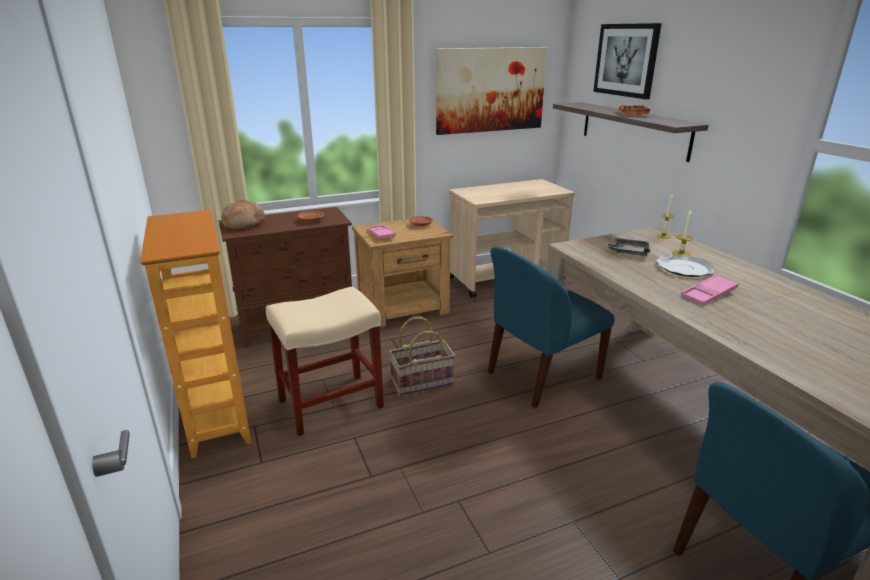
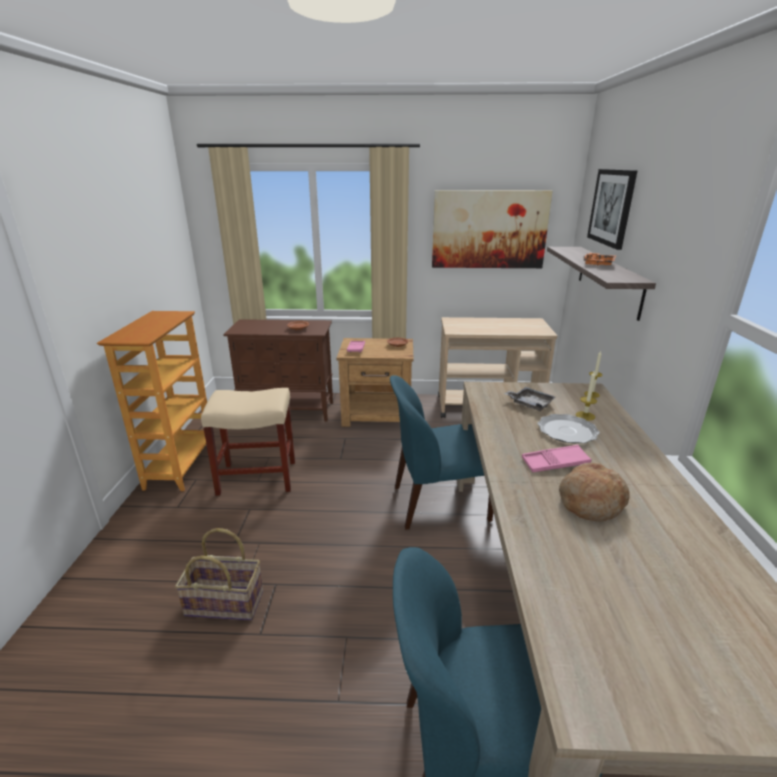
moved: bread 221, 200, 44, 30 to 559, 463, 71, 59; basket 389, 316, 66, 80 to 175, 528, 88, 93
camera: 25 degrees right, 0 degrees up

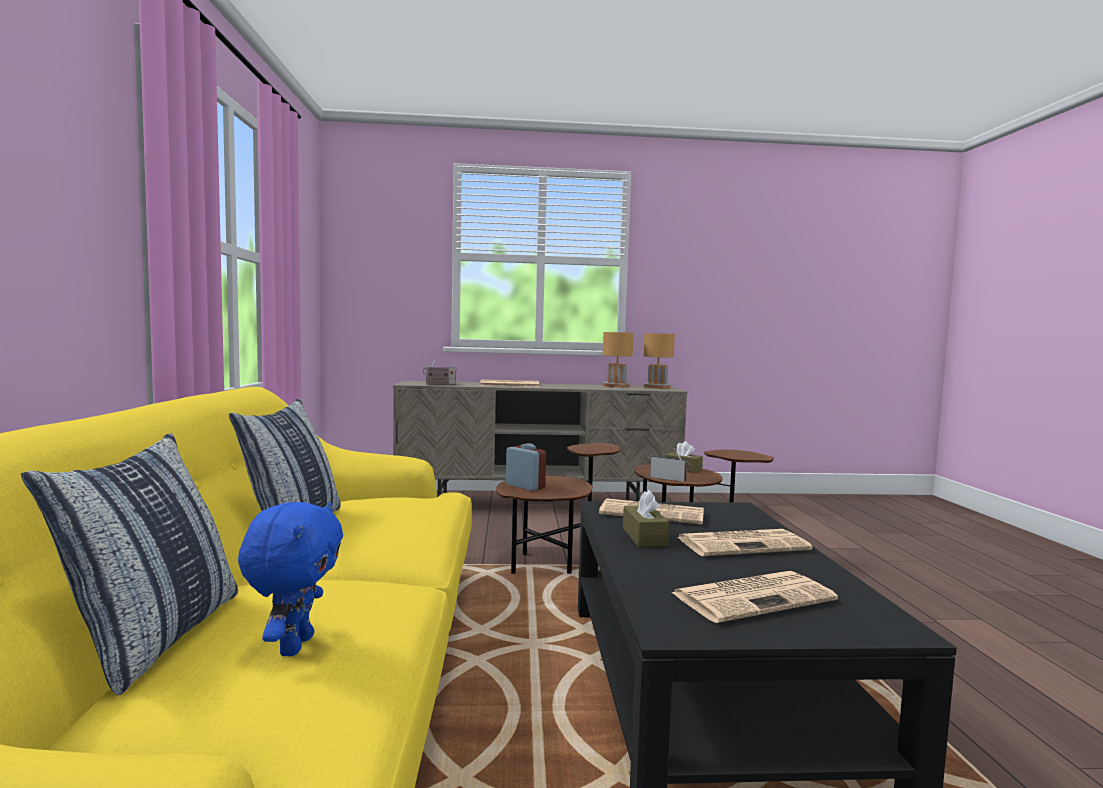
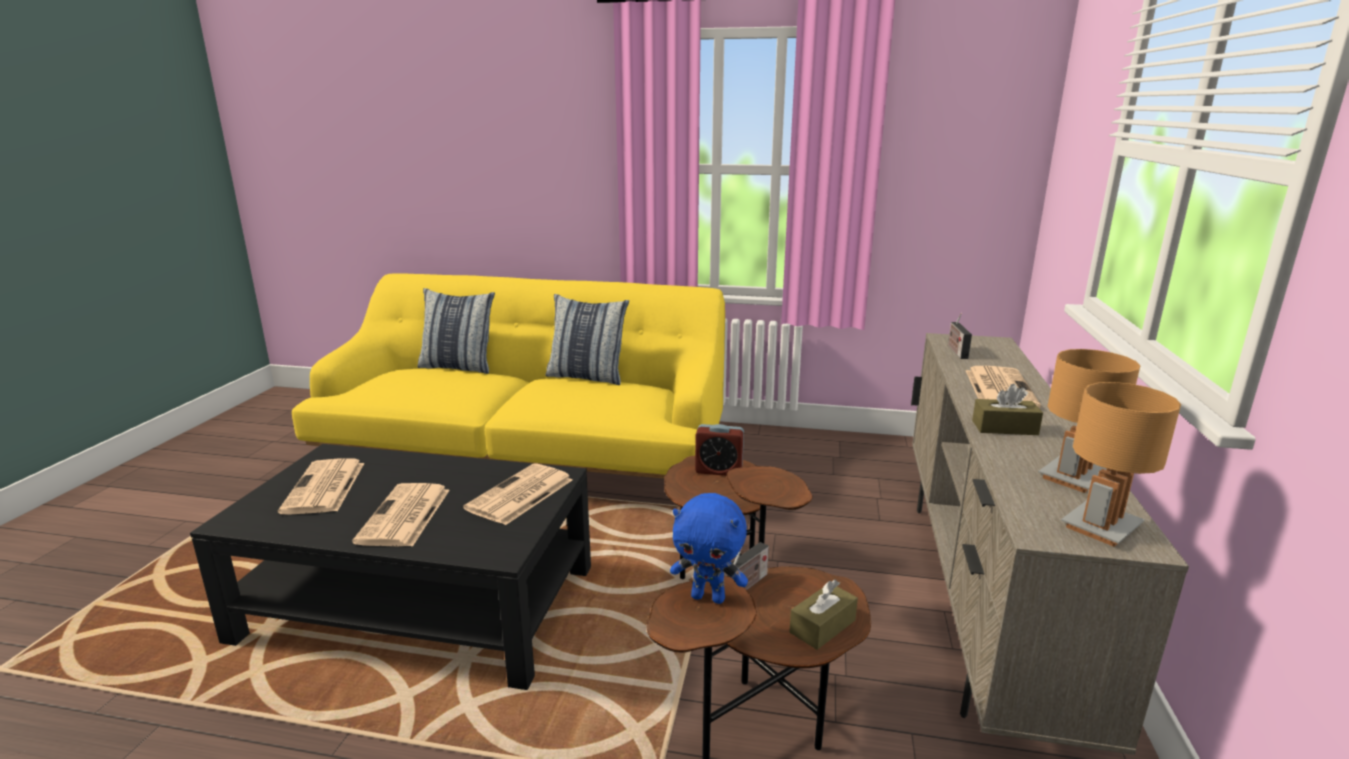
moved: tissue box (brown) 623, 490, 46, 57 to 972, 384, 71, 51; plush toy (blue) 238, 502, 105, 154 to 670, 493, 78, 111
turned: alarm clock 506, 443, 40, 48 = 695, 424, 49, 52 45 degrees clockwise
camera: 105 degrees right, 15 degrees up

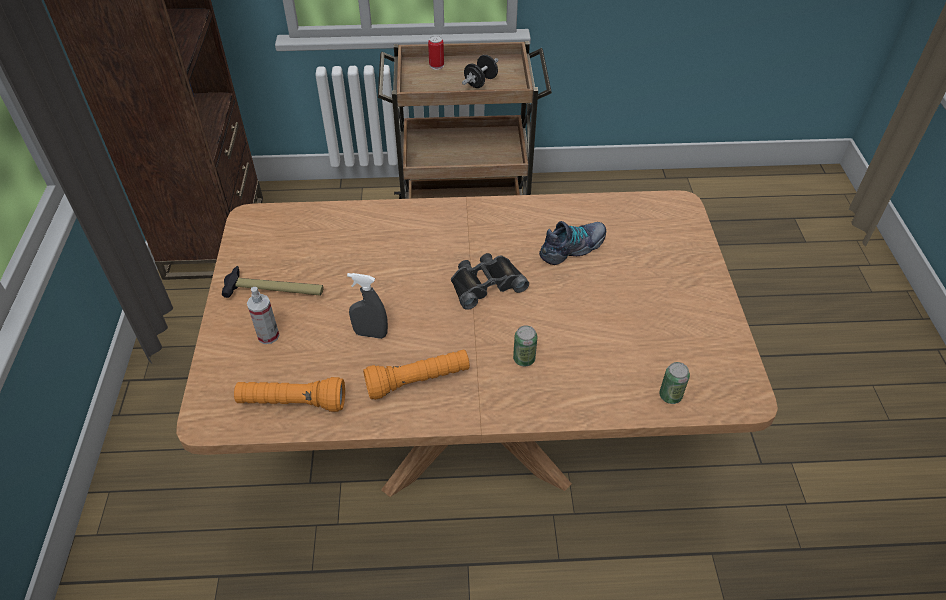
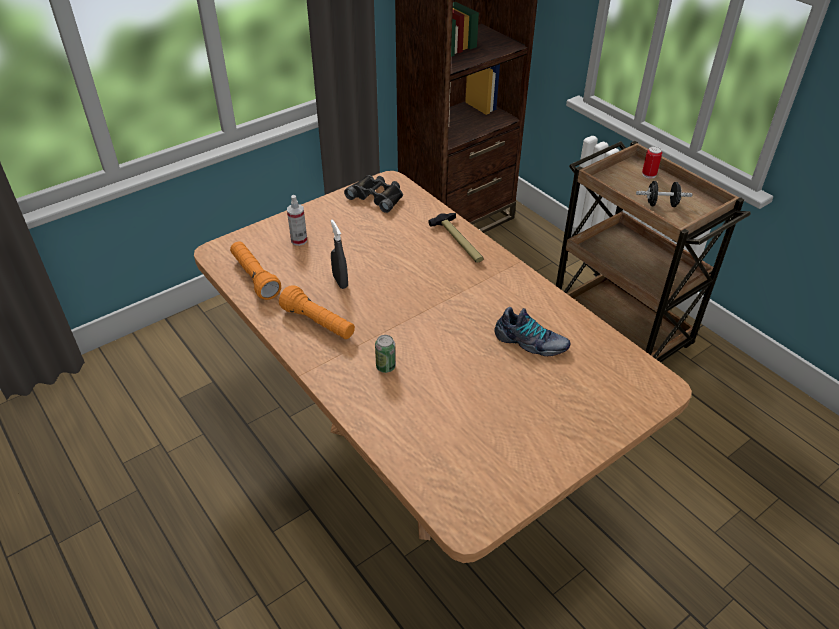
removed: can 659, 362, 31, 42
moved: binoculars (black) 451, 253, 78, 57 to 344, 175, 59, 38; hammer 222, 266, 102, 32 to 428, 213, 56, 50
camera: 55 degrees right, 5 degrees down

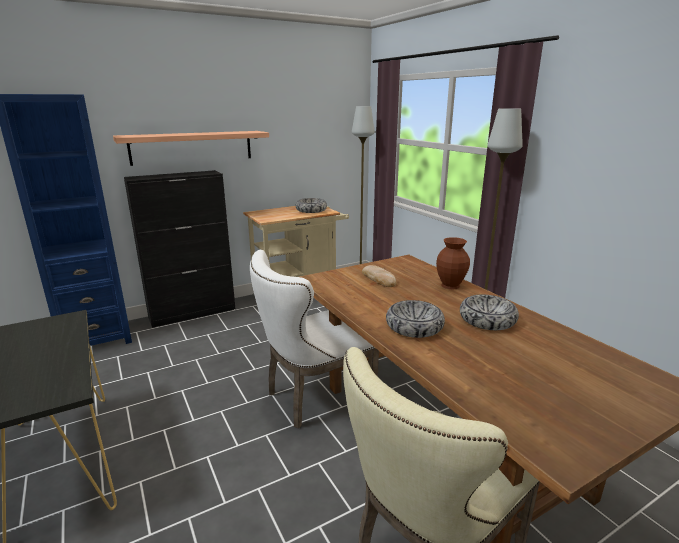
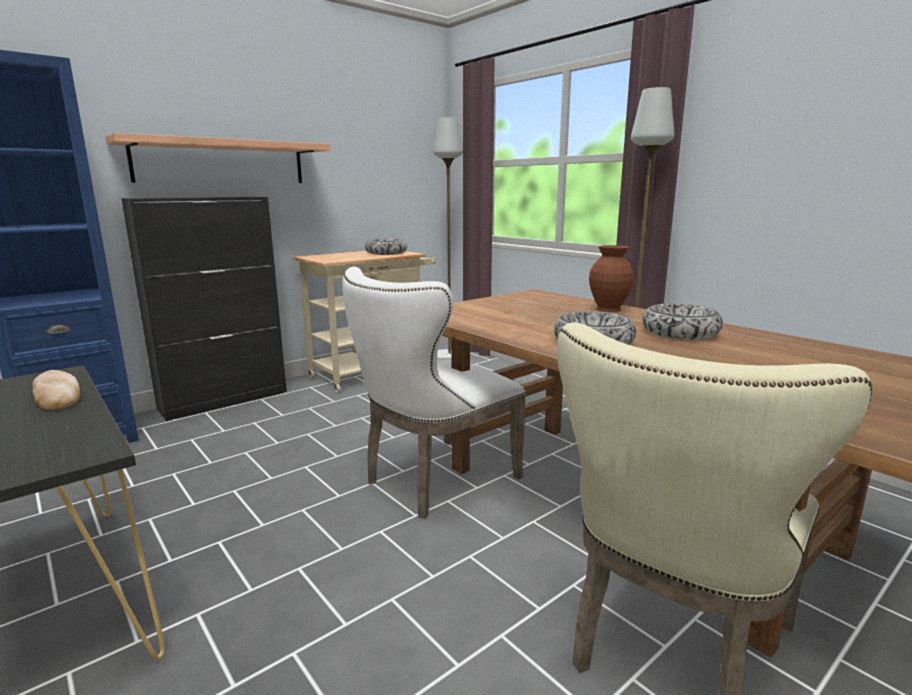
moved: bread 362, 265, 34, 22 to 32, 370, 48, 40
camera: 10 degrees left, 5 degrees down

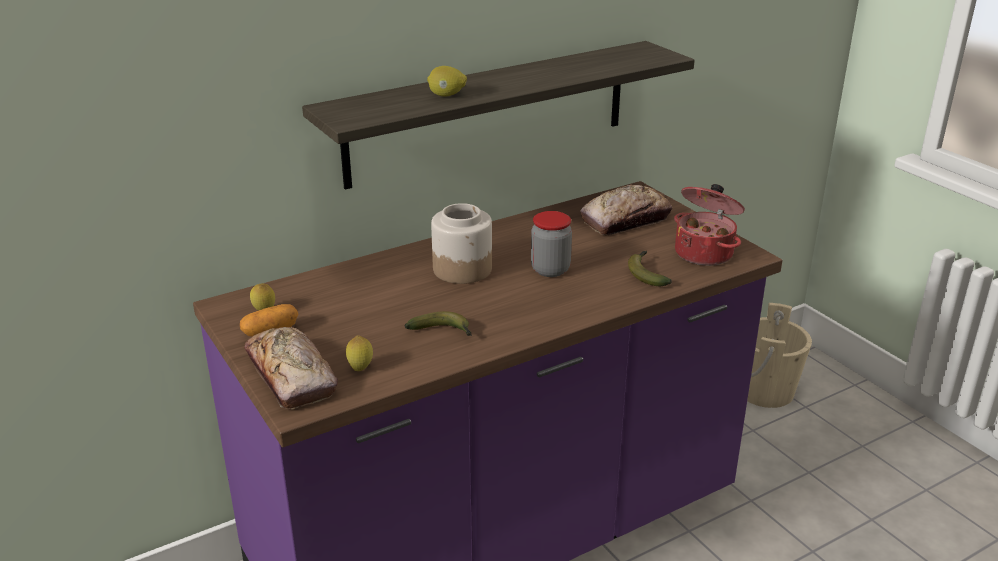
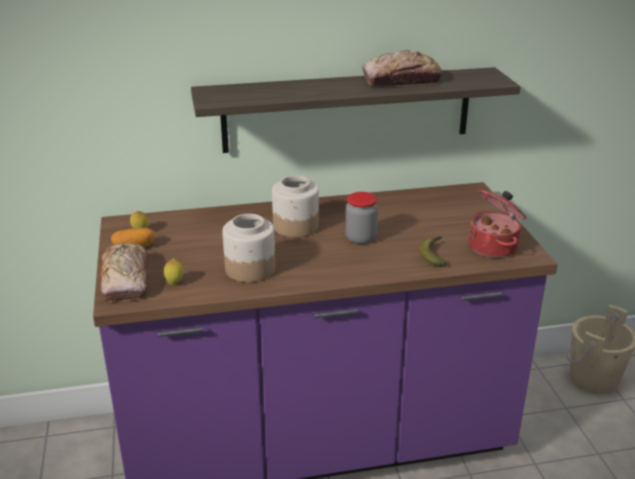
removed: lemon 427, 66, 40, 31
moved: bread 580, 185, 92, 50 to 362, 50, 80, 37
replaced: banana 404, 311, 68, 25 to jar 222, 214, 53, 69
camera: 20 degrees right, 0 degrees up

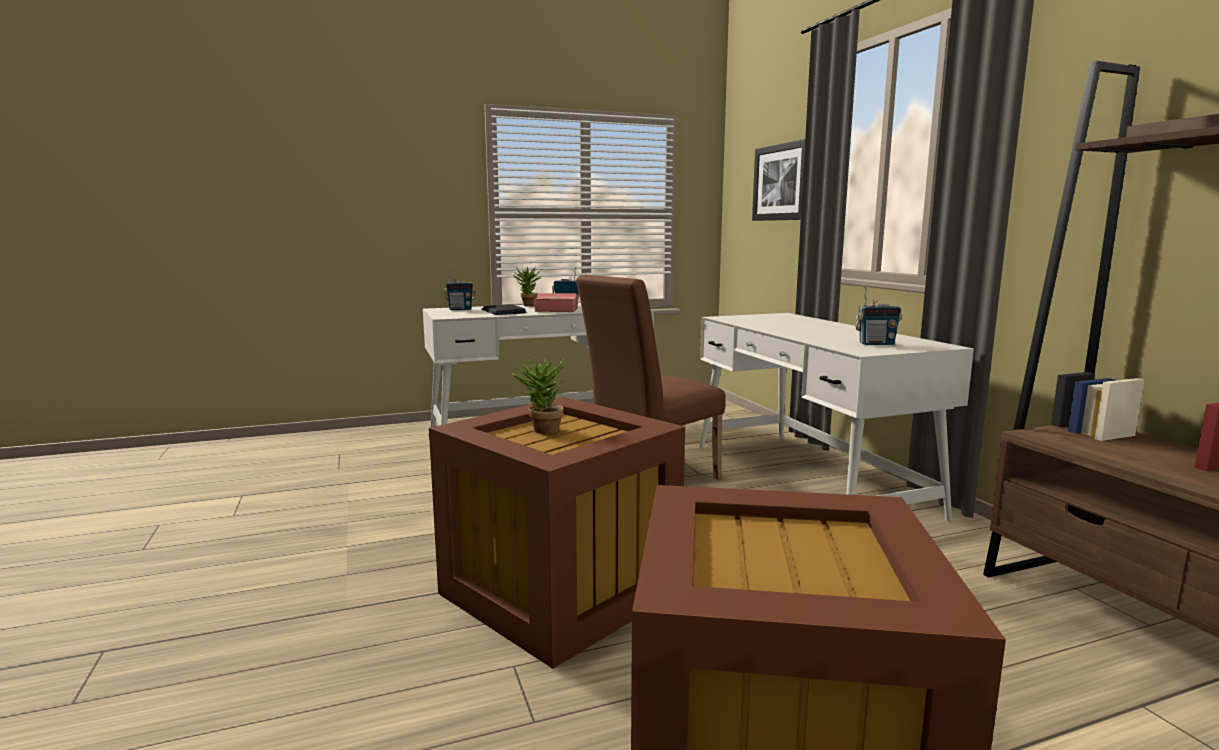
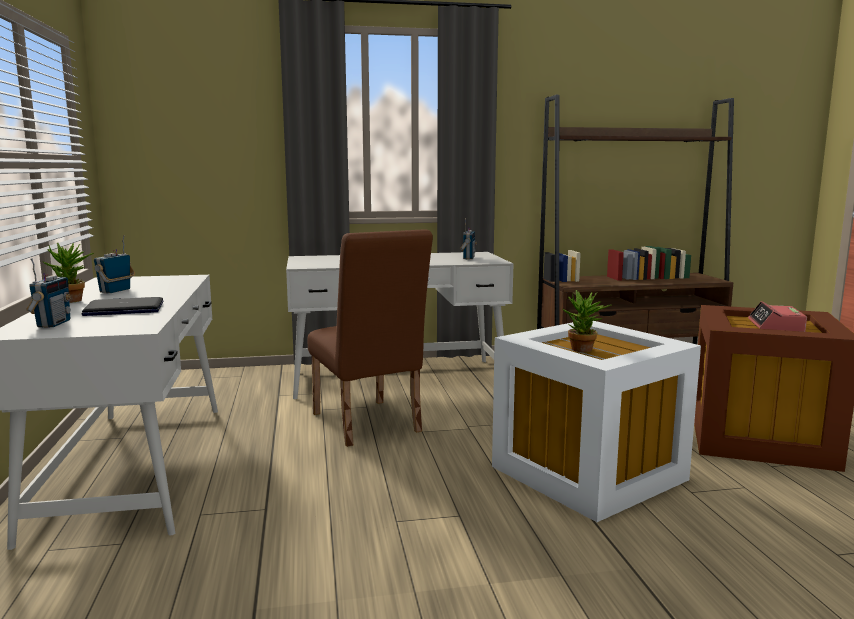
removed: picture 752, 139, 53, 82
moved: alarm clock 534, 293, 44, 19 to 748, 301, 59, 31
recoloured: storage box (brown) 429, 397, 256, 272 to storage box (white) 492, 321, 209, 201
camera: 80 degrees left, 0 degrees up

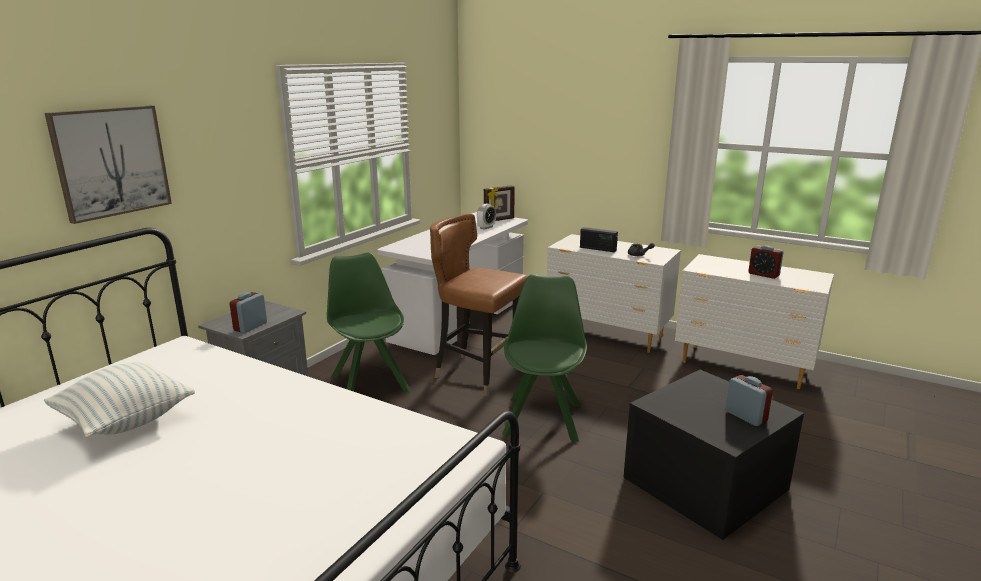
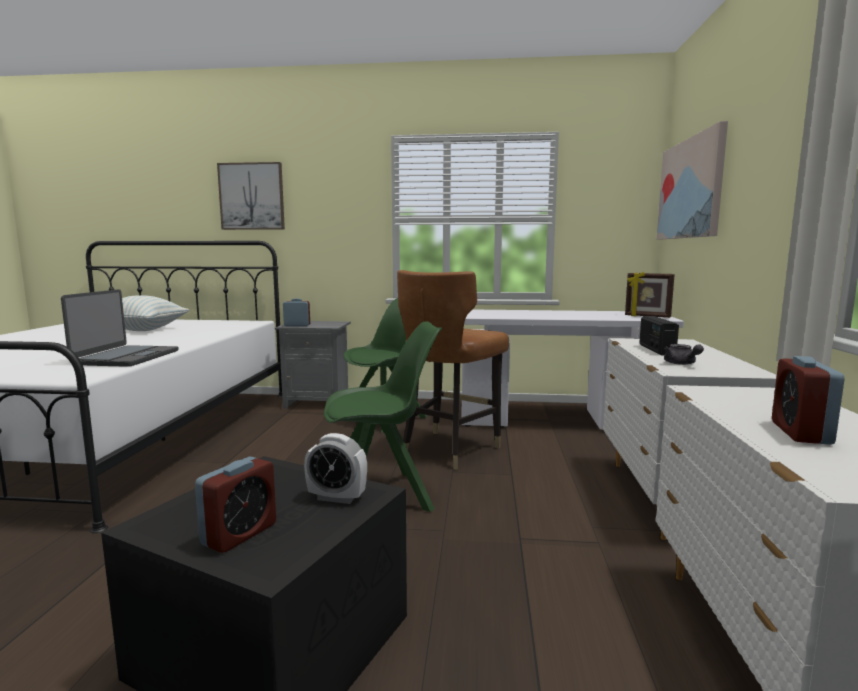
added: picture 657, 121, 71, 118; laptop 61, 289, 118, 78
moved: alarm clock 477, 203, 19, 27 to 304, 433, 63, 71
turned: chair (brown) 430, 214, 98, 182 = 397, 270, 112, 200 150 degrees counterclockwise
camera: 65 degrees right, 10 degrees down

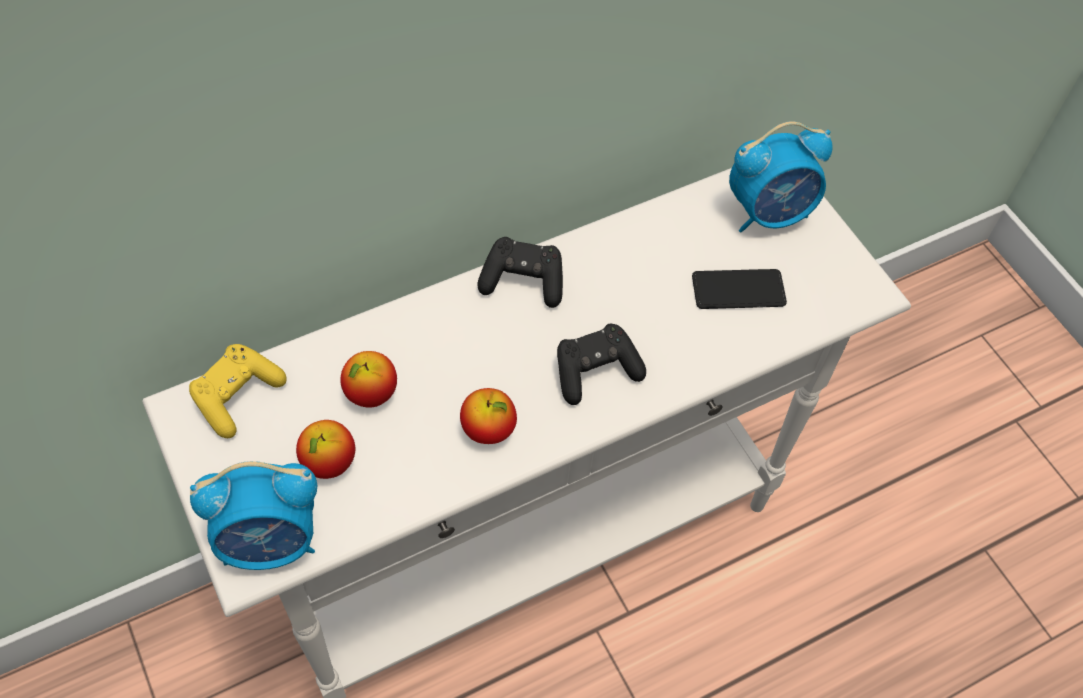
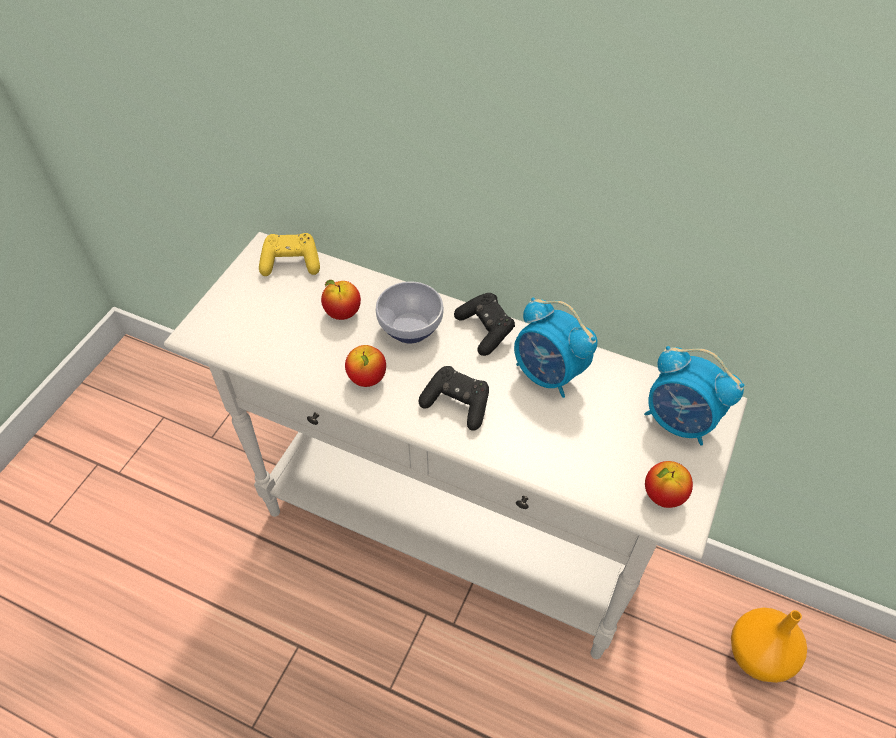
removed: phone 692, 269, 95, 40
added: bowl 376, 281, 68, 62; vase (orange) 731, 608, 76, 75
moved: apple 296, 420, 59, 59 to 645, 461, 48, 47; alarm clock 190, 461, 127, 109 to 514, 297, 84, 101
camera: 55 degrees right, 5 degrees down

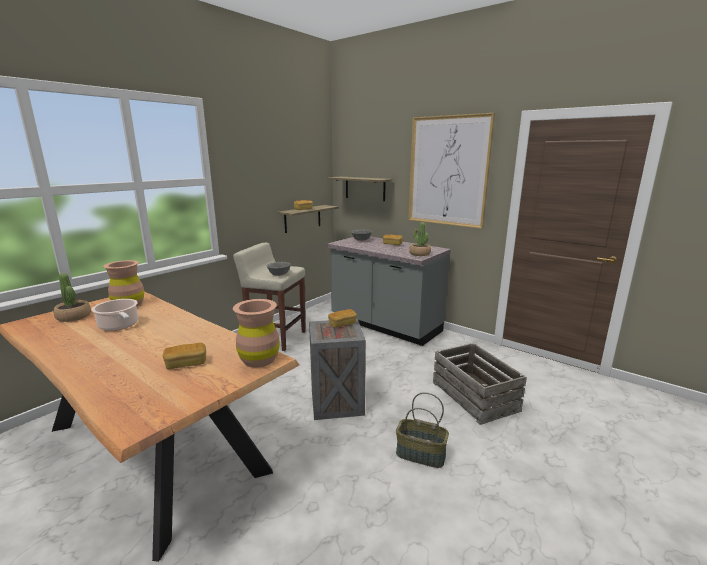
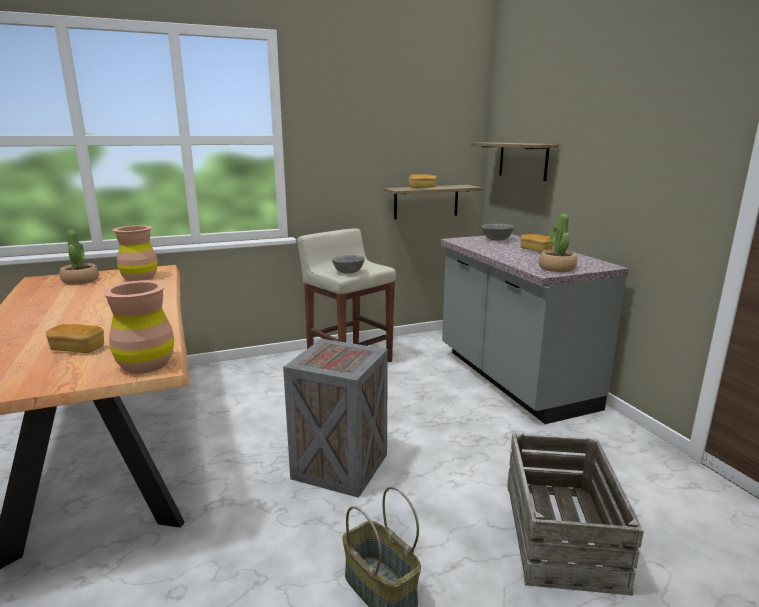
removed: picture 408, 113, 87, 116; cooking pot 92, 299, 46, 32; bread 328, 309, 29, 19
camera: 30 degrees right, 0 degrees up

